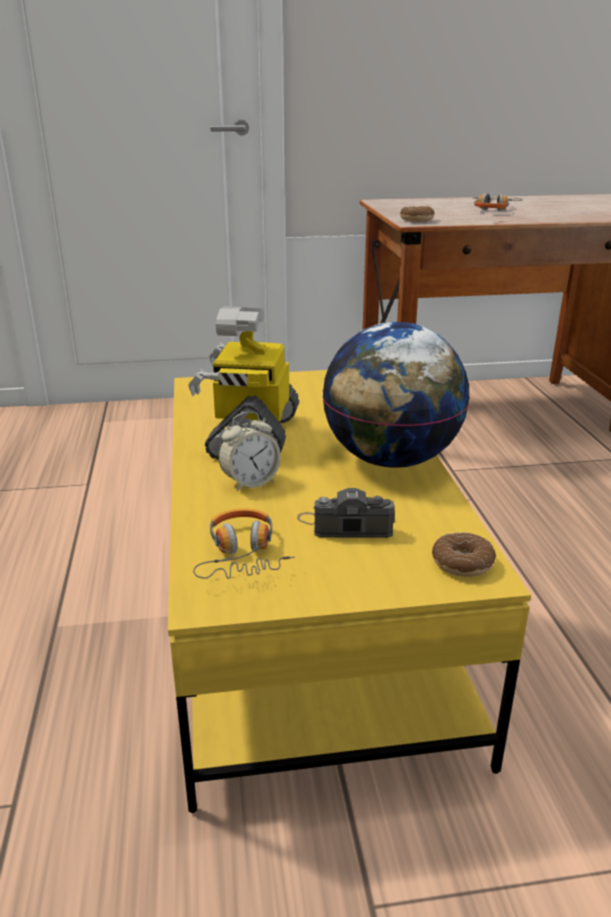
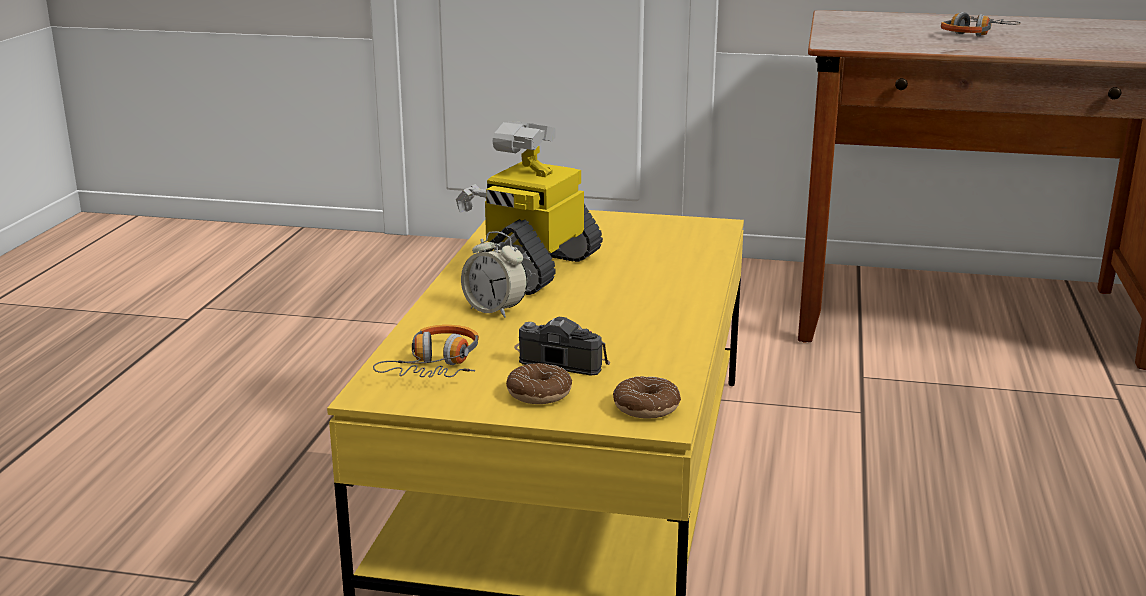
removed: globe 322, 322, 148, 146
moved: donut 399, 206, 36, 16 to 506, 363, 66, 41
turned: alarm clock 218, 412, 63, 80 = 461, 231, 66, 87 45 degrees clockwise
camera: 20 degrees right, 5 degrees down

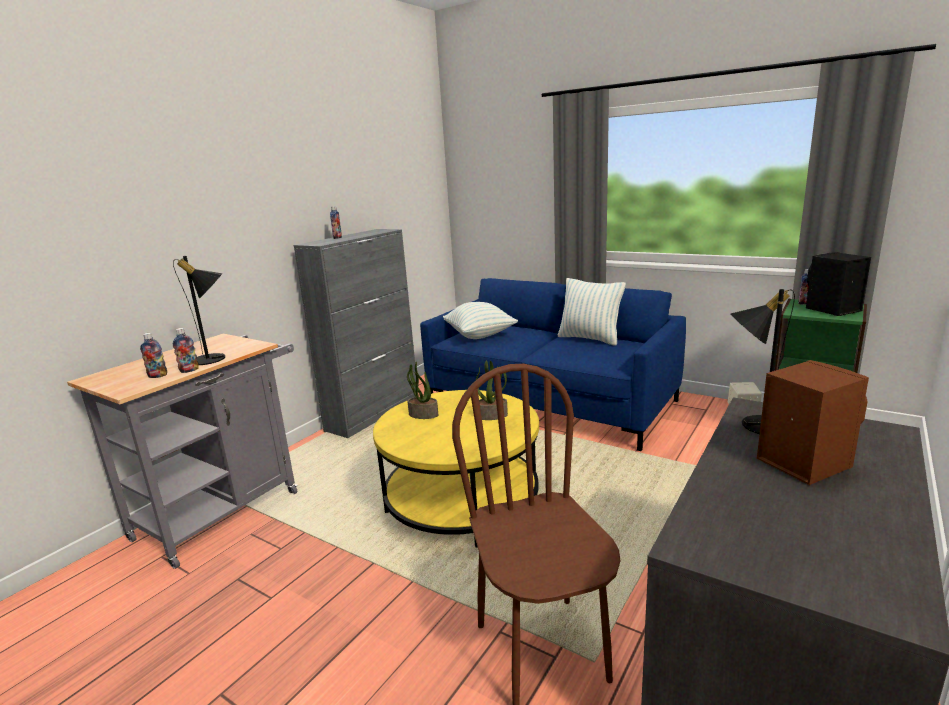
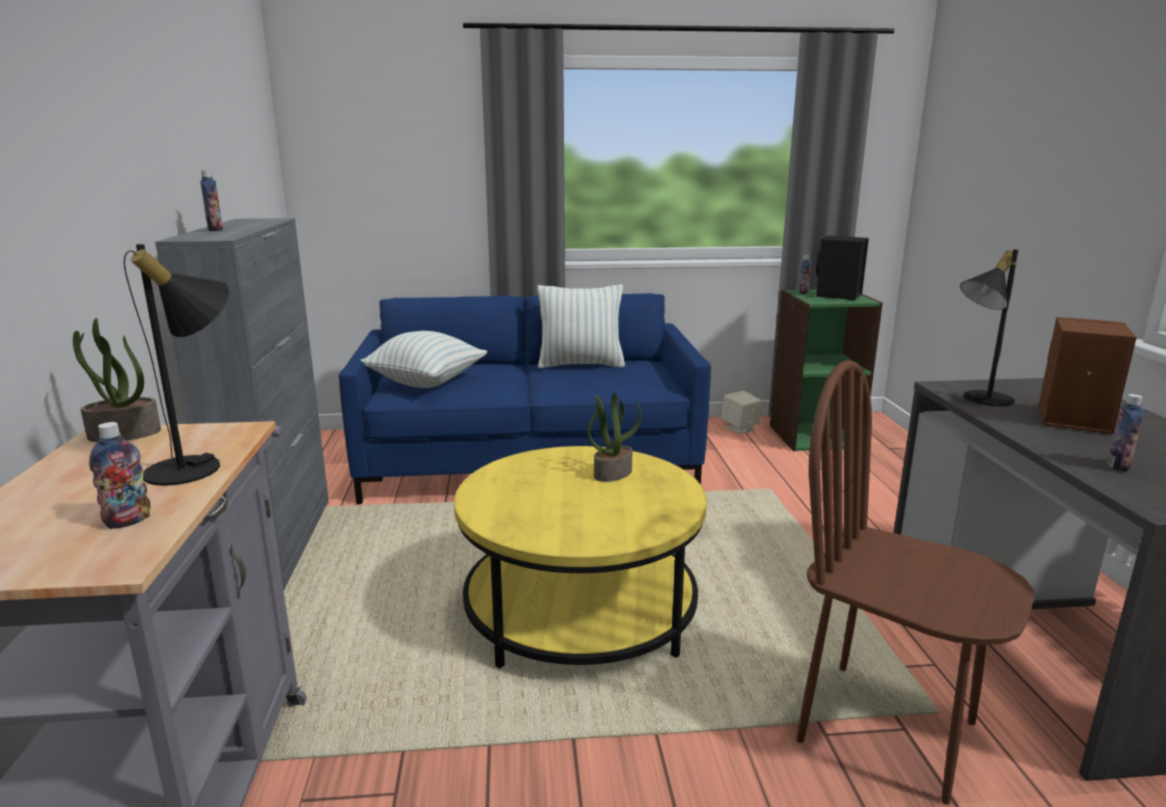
moved: bottle 173, 328, 26, 45 to 1107, 394, 37, 78; potted plant 407, 361, 31, 58 to 73, 318, 88, 124
camera: 40 degrees left, 0 degrees up

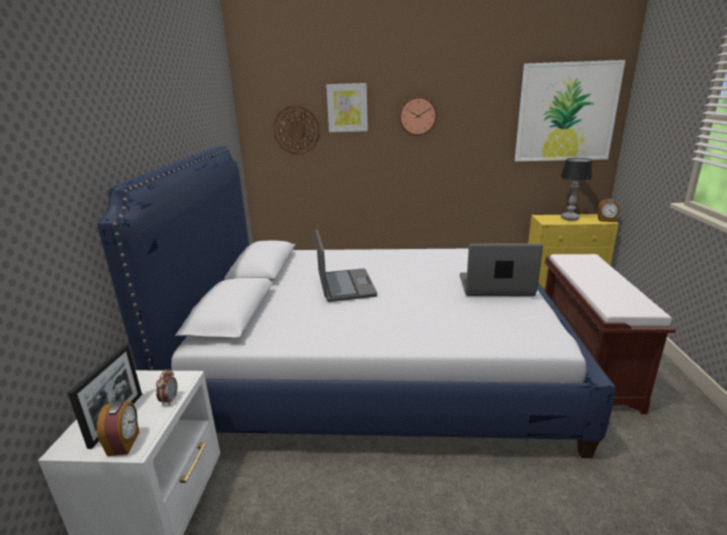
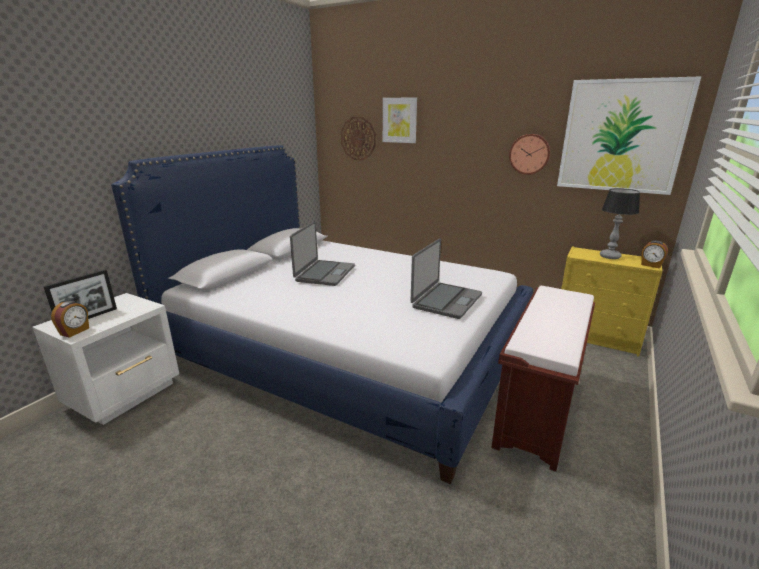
removed: alarm clock 156, 369, 21, 37
moved: wall clock 399, 96, 38, 40 to 509, 134, 42, 41
turned: laptop 460, 243, 83, 53 = 411, 239, 71, 80 90 degrees clockwise
camera: 25 degrees right, 0 degrees up

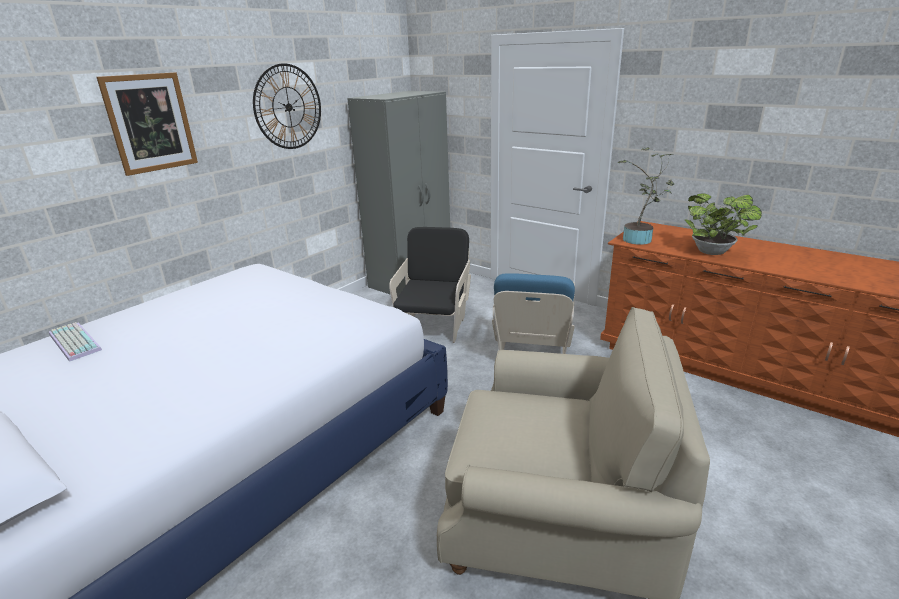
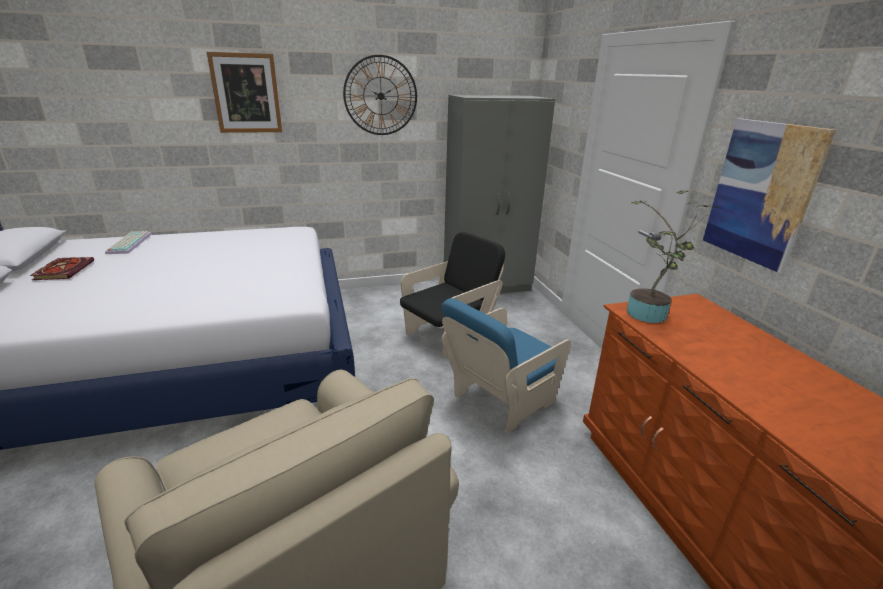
removed: potted plant 685, 193, 77, 62
added: picture 703, 119, 133, 154; book 30, 257, 64, 23
camera: 35 degrees right, 0 degrees up

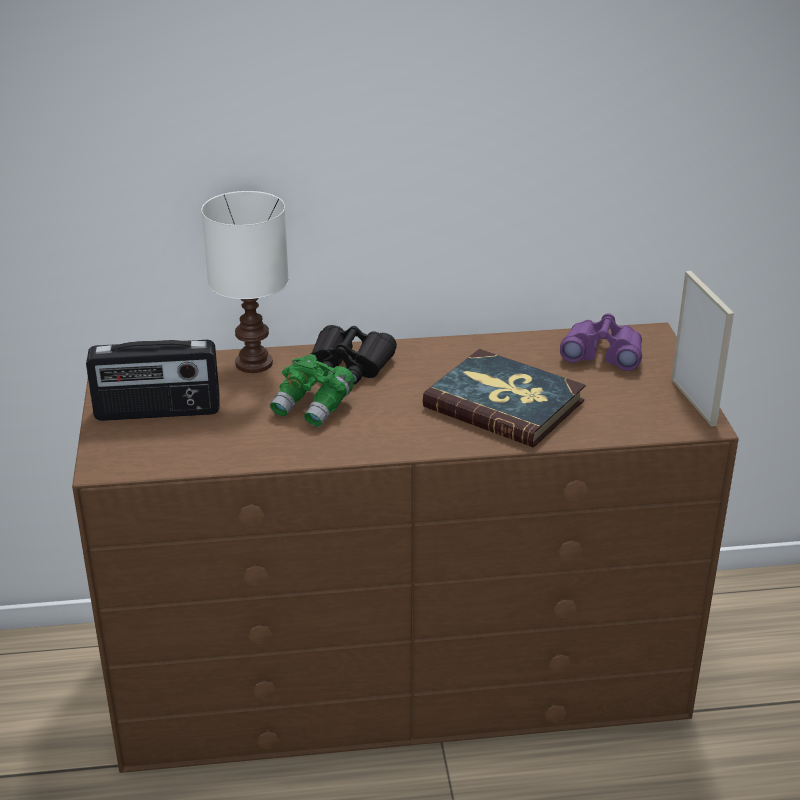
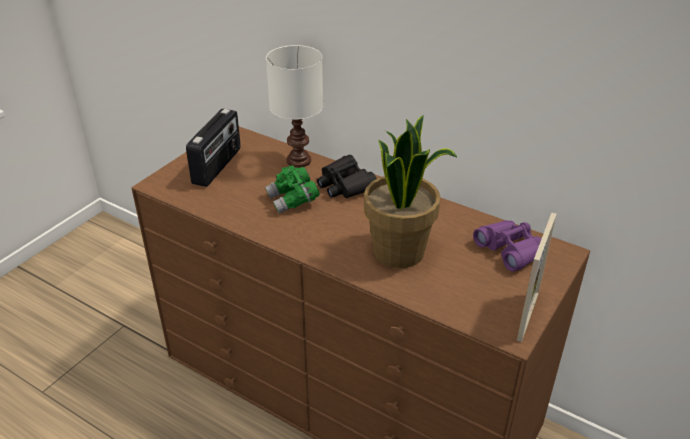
replaced: book 422, 349, 164, 98 to potted plant 364, 115, 93, 153
turned: radio 86, 340, 134, 81 = 186, 108, 55, 79 105 degrees counterclockwise
camera: 40 degrees right, 5 degrees up

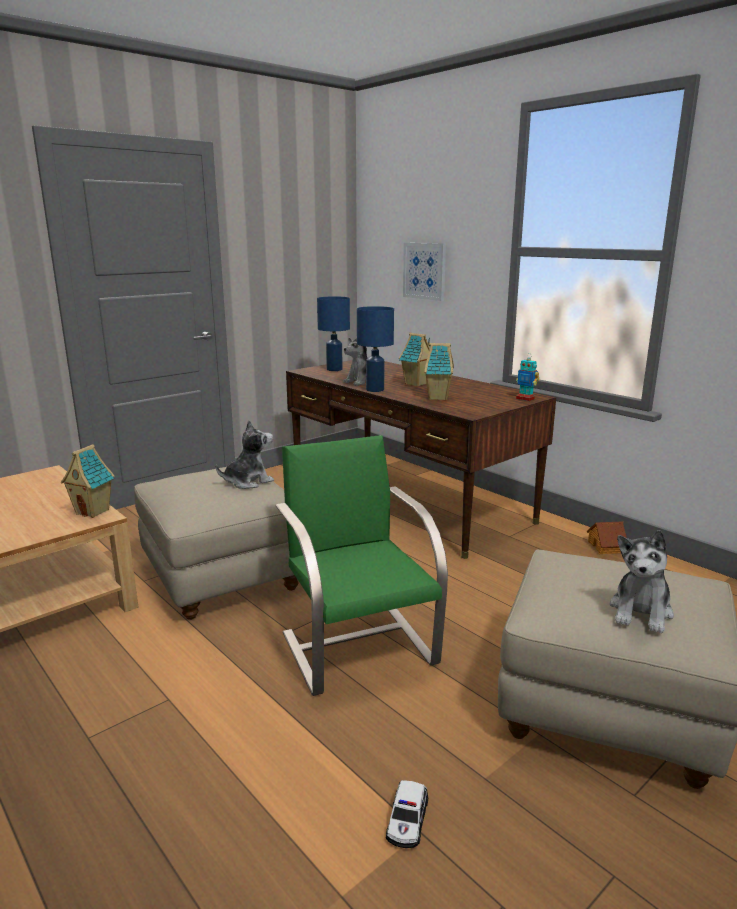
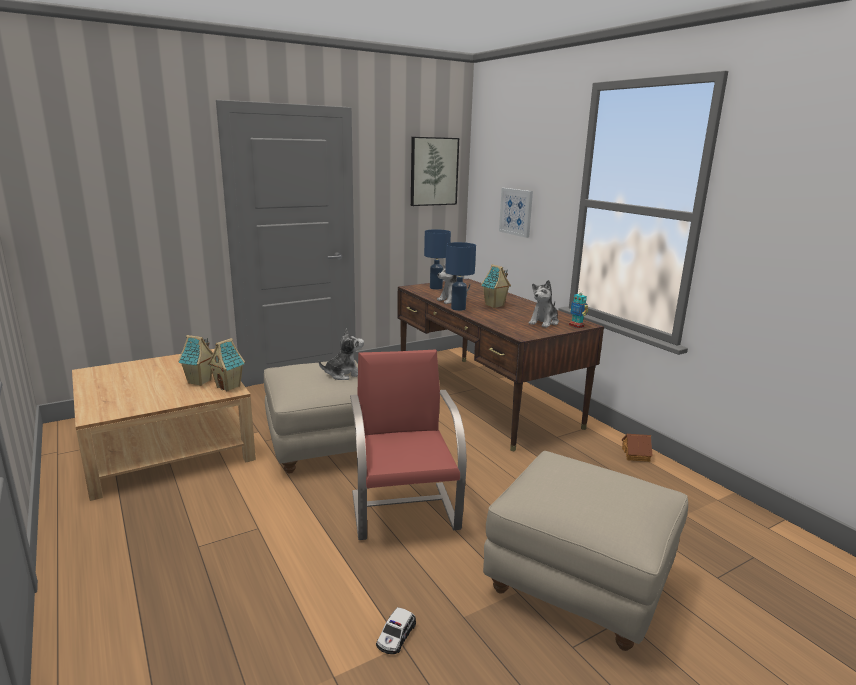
added: picture 411, 137, 48, 69
moved: toy house 424, 343, 30, 57 to 178, 335, 35, 51; plush toy 610, 530, 64, 103 to 528, 280, 31, 48
recoloured: chair (green) 276, 435, 172, 261 to chair (red) 350, 350, 117, 190
camera: 10 degrees right, 0 degrees up

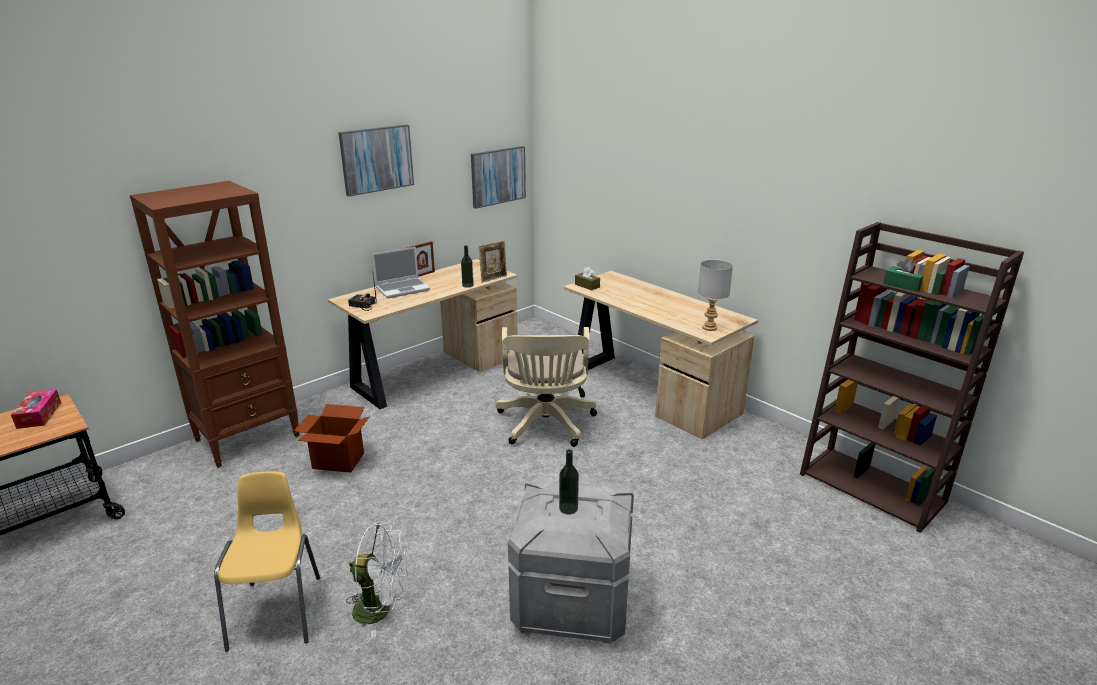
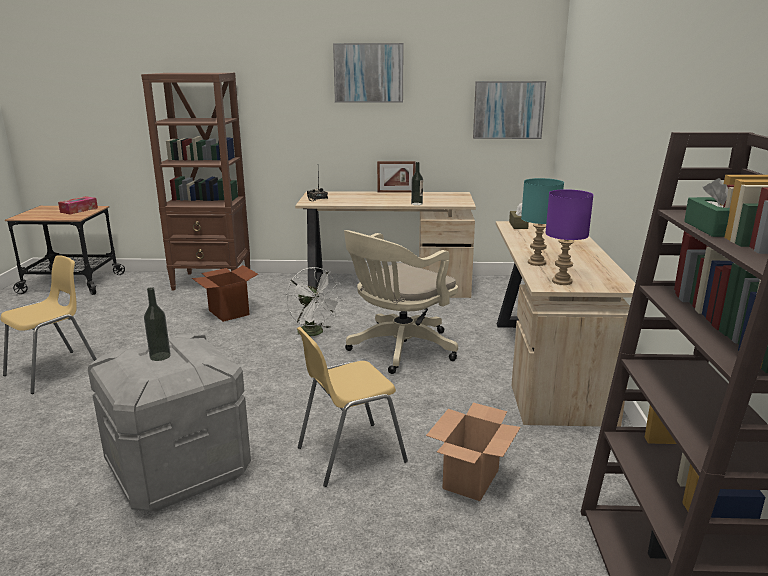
removed: picture frame 479, 241, 28, 42; laptop 372, 247, 58, 51
added: table lamp (turquoise) 521, 178, 43, 88; chair (yellow) 297, 327, 111, 160; cardboard box 426, 403, 95, 98
moved: fan (white) 346, 523, 62, 115 to 286, 267, 57, 74
recoloured: table lamp (grey) 698, 259, 35, 72 to table lamp (purple) 545, 189, 49, 96
camera: 45 degrees right, 5 degrees down

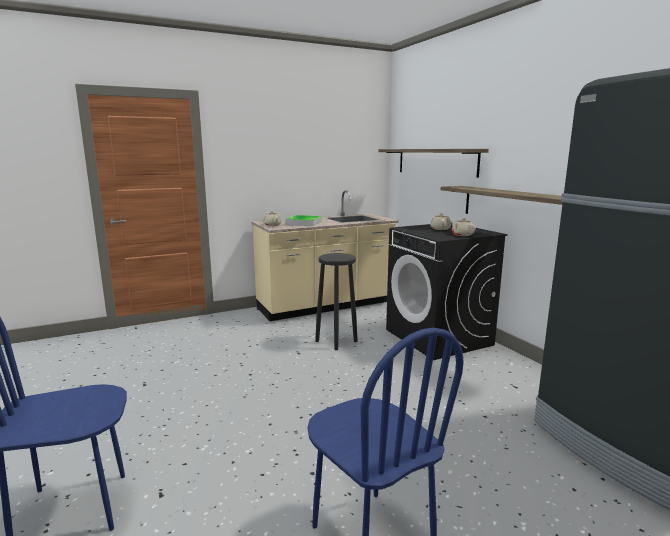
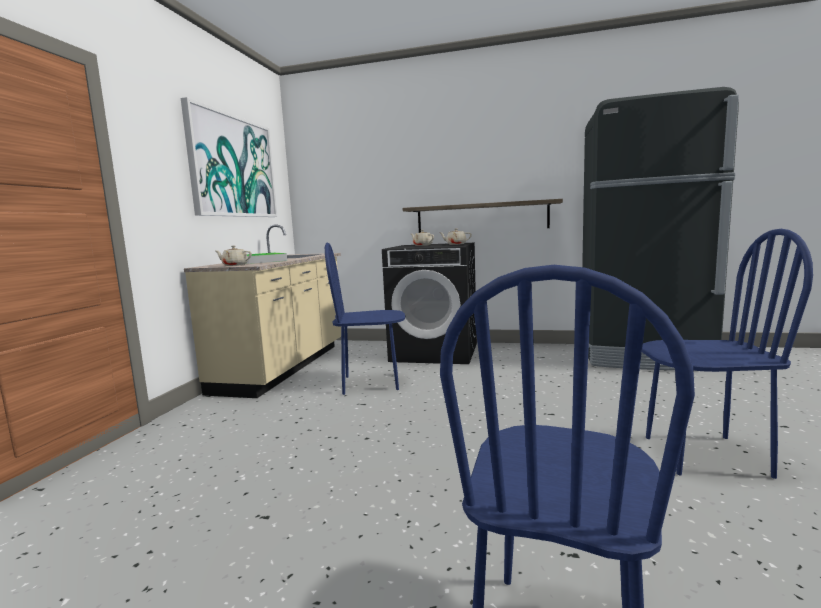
removed: shelf 378, 149, 111, 29
added: picture 180, 97, 98, 120
replaced: stool (black) 315, 253, 42, 97 to chair (blue) 325, 243, 80, 152
camera: 50 degrees left, 5 degrees down

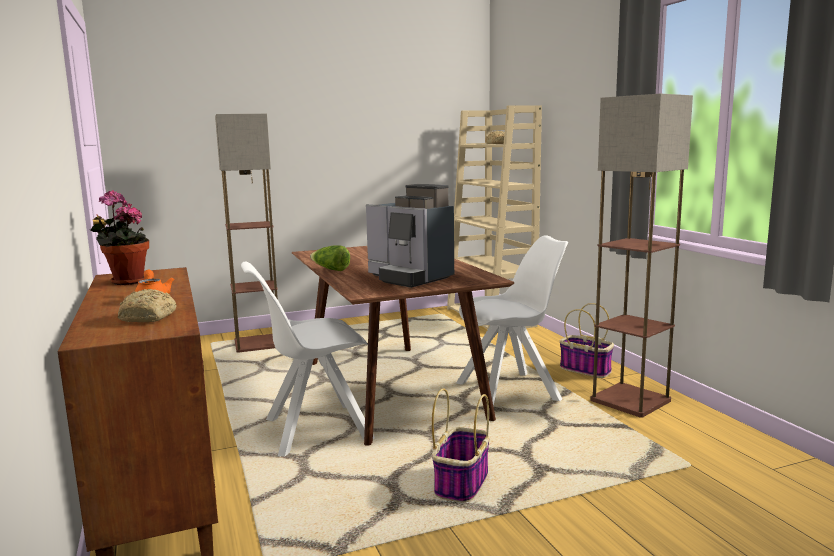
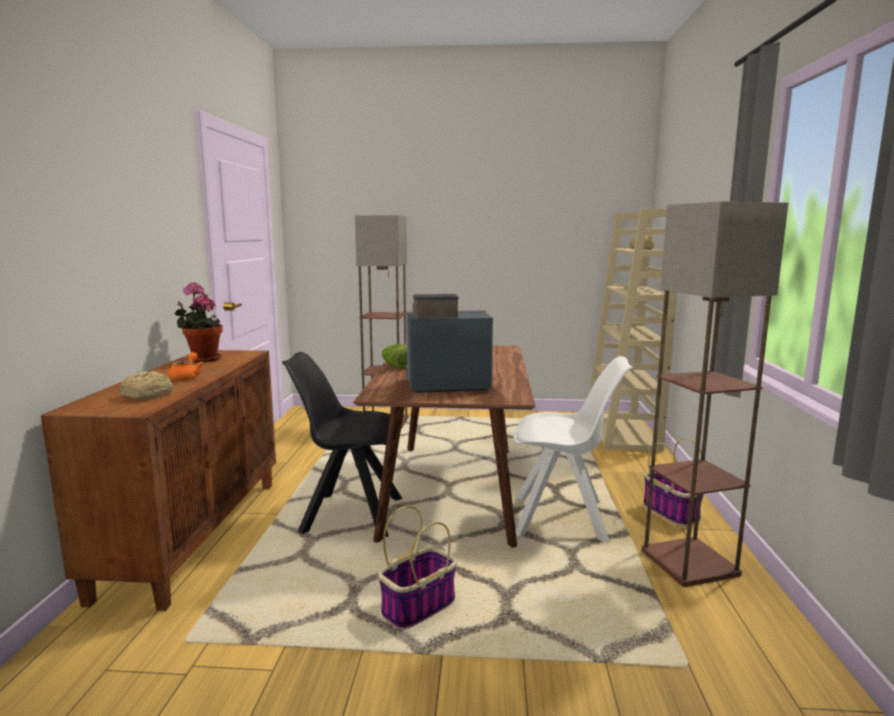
recoloured: chair (white) 241, 261, 134, 196 to chair (black) 282, 352, 120, 185
turned: coffee machine 366, 184, 88, 104 = 407, 294, 86, 99 105 degrees clockwise
camera: 25 degrees right, 0 degrees up

